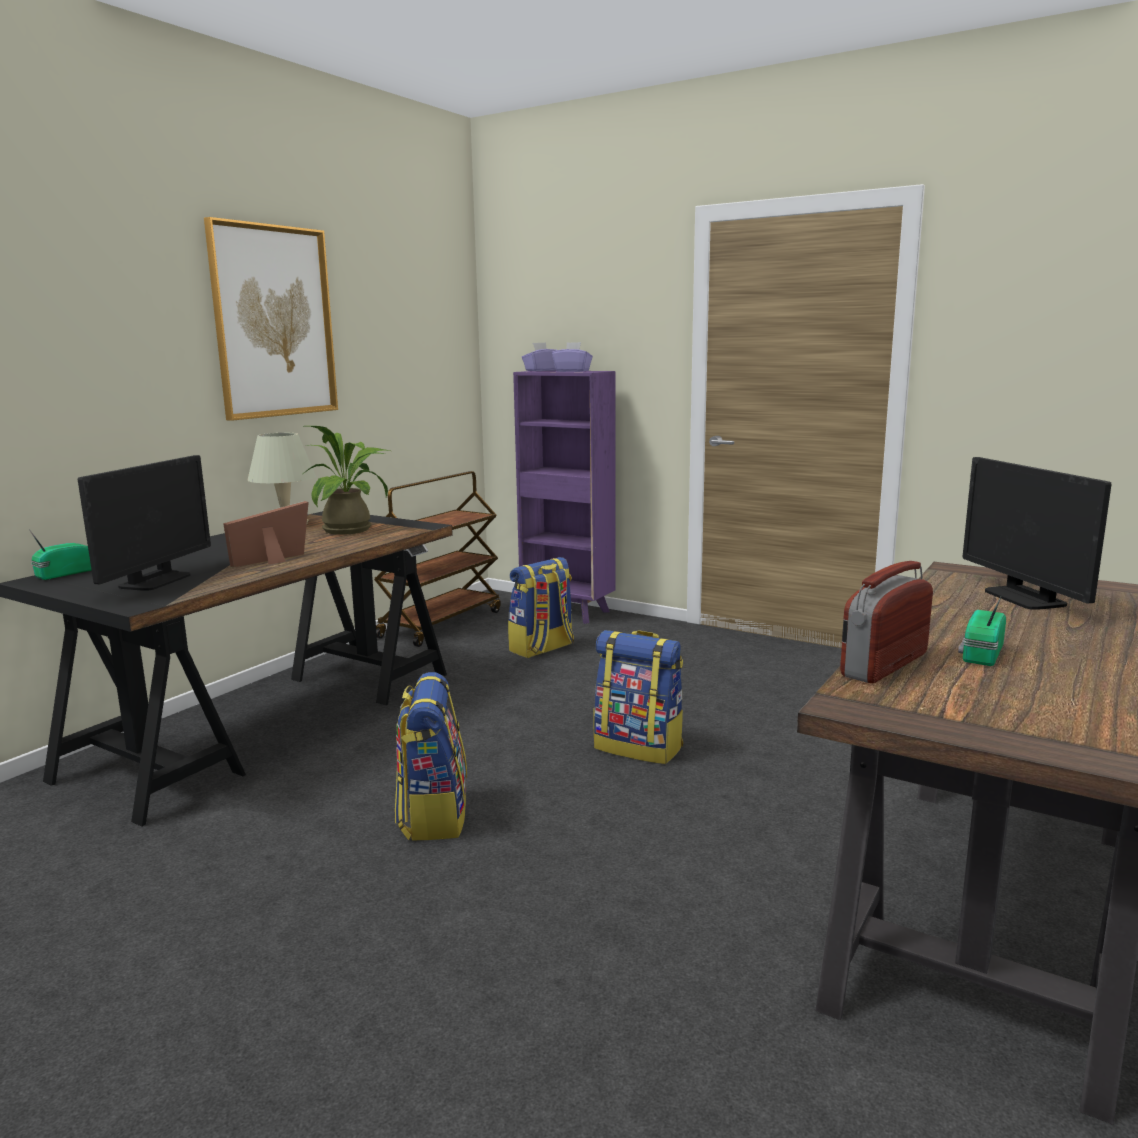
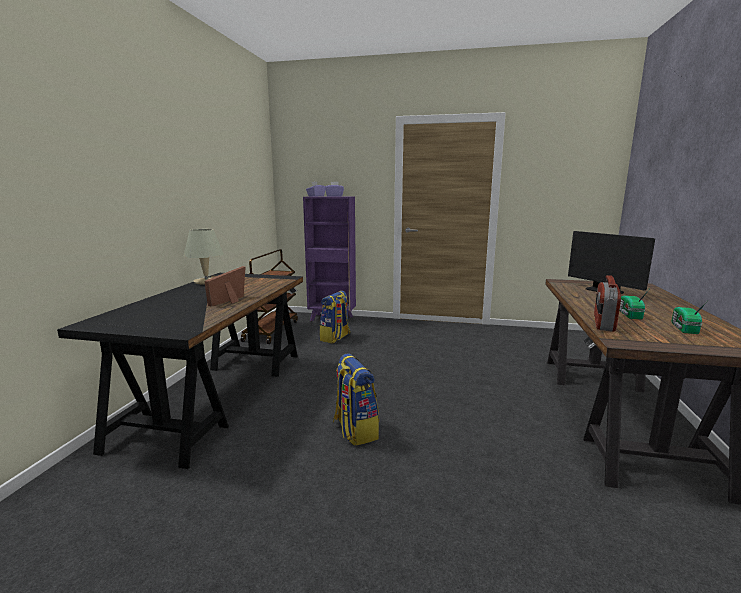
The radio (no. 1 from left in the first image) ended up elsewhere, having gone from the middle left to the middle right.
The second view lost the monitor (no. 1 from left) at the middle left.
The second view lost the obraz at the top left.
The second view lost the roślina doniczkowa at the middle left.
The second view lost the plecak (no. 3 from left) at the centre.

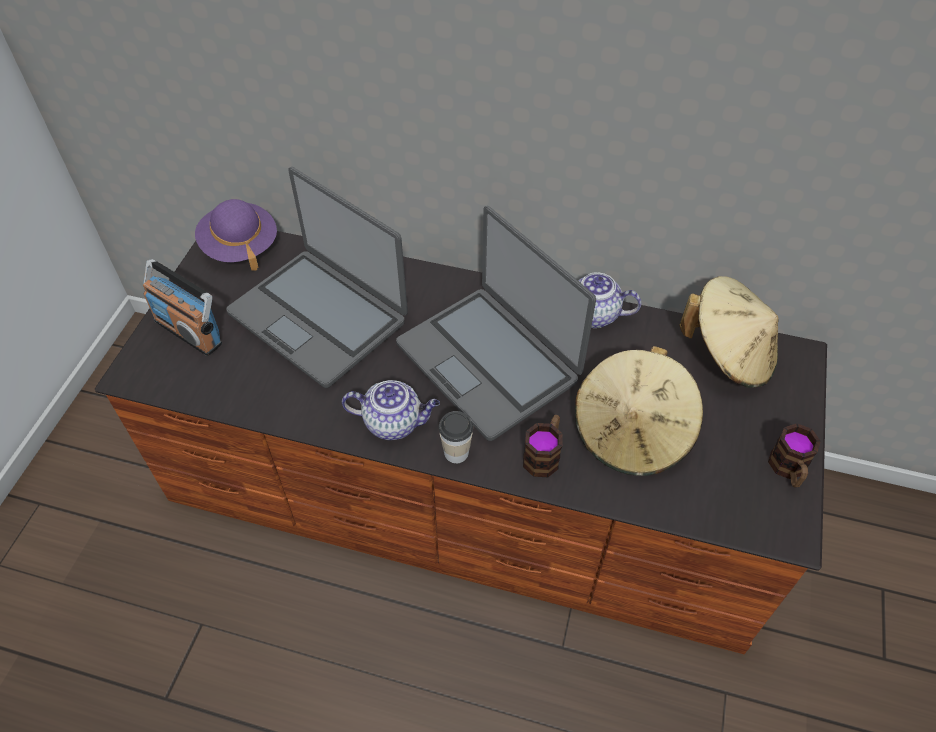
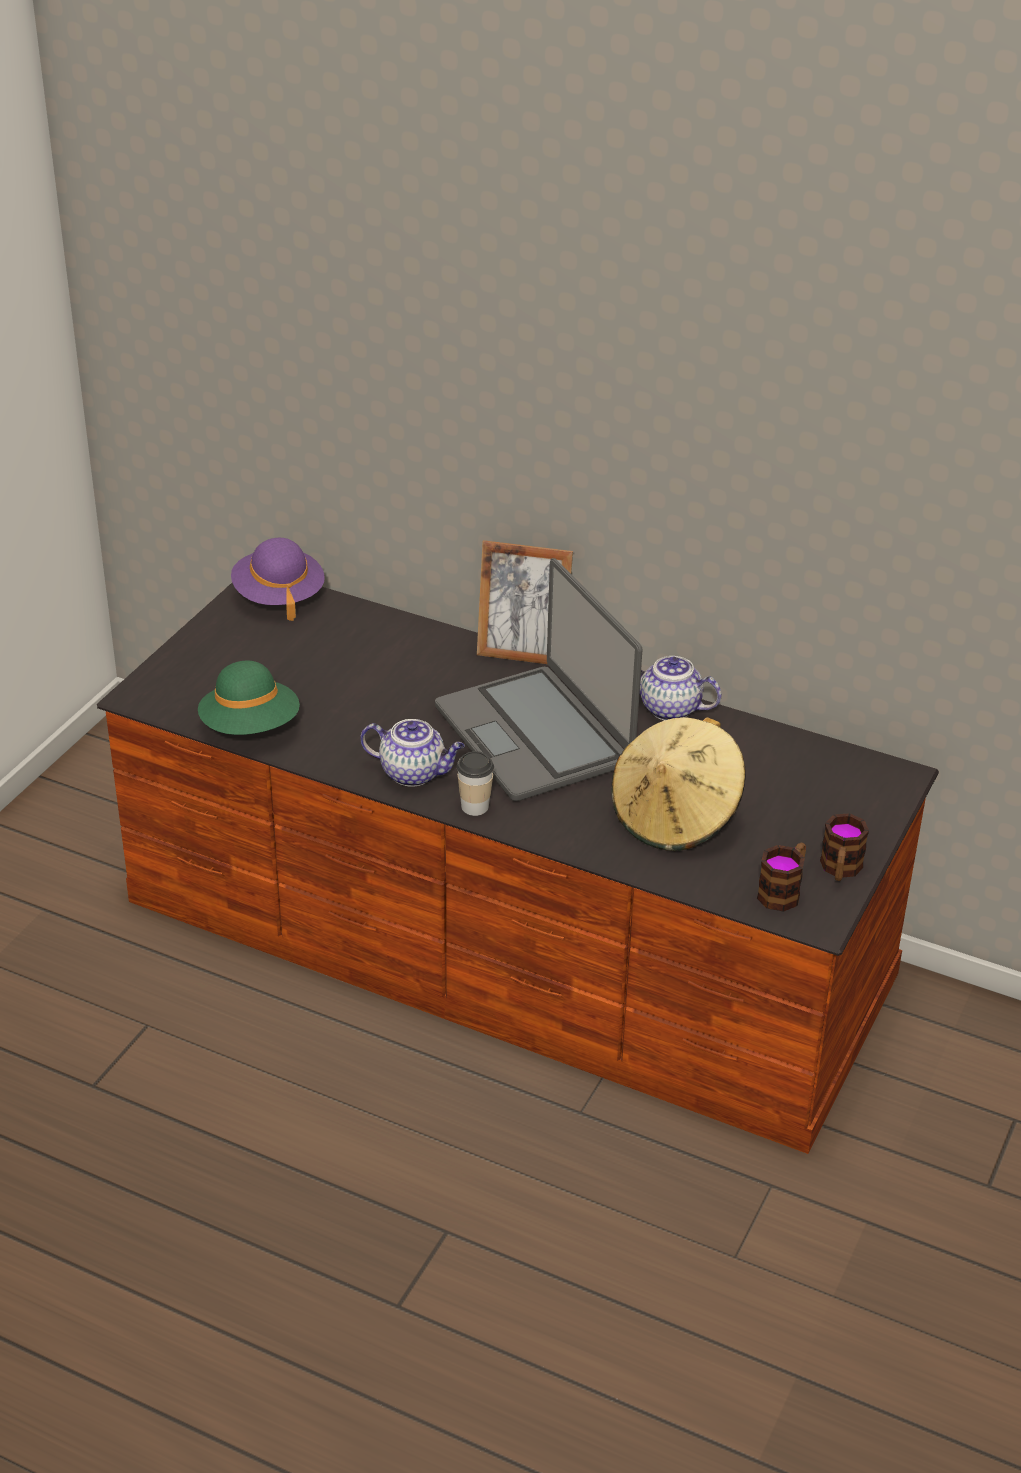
The second view lost the radio at the middle left.
The second view lost the laptop (no. 1 from left) at the centre.
The kubek (no. 1 from left) ended up elsewhere, having gone from the centre to the middle right.
The second view lost the kapelusz [beżowy] (no. 2 from left) at the middle right.
The second view gained the kapelusz [zielony] at the middle left.
The second view gained the ramka na zdjęcie at the centre.

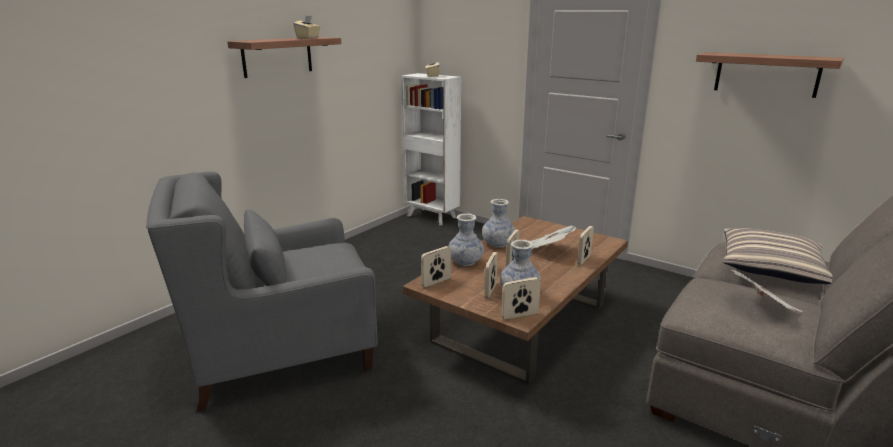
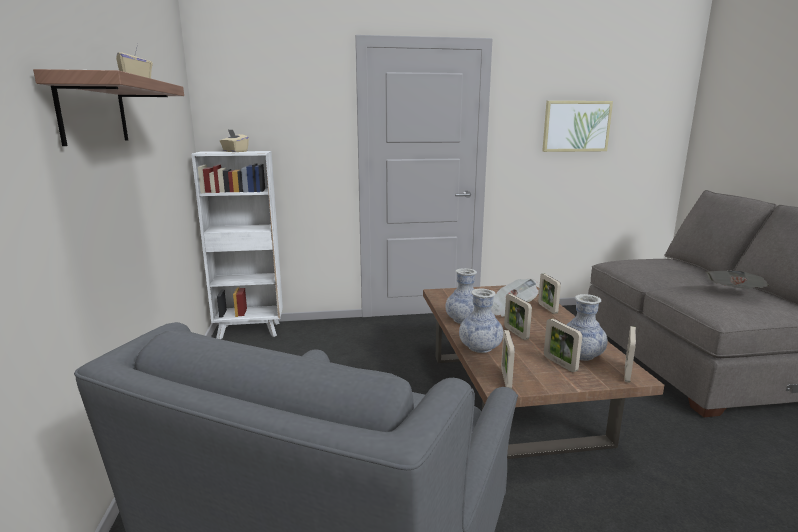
Where the półka (no. 2 from left) hung at the top right, the obraz came to hang at the top right.
The second view lost the poduszka at the middle right.

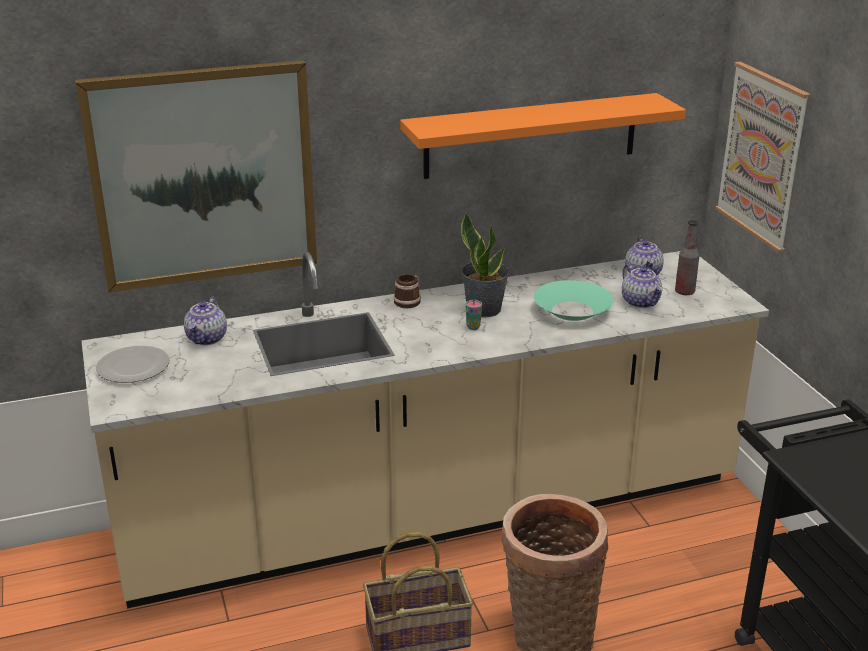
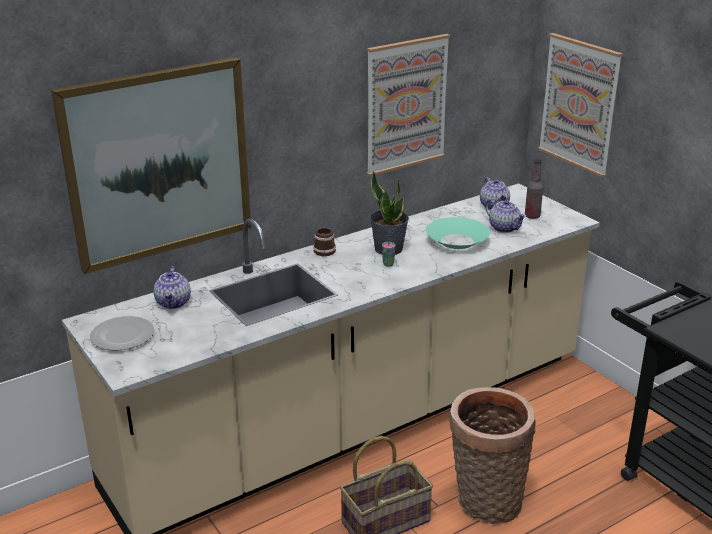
Where the półka [pomarańczowy] hung at the top centre, the obraz (no. 2 from left) came to hang at the top centre.

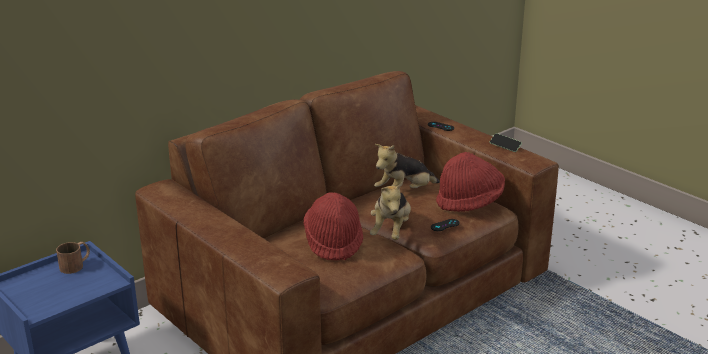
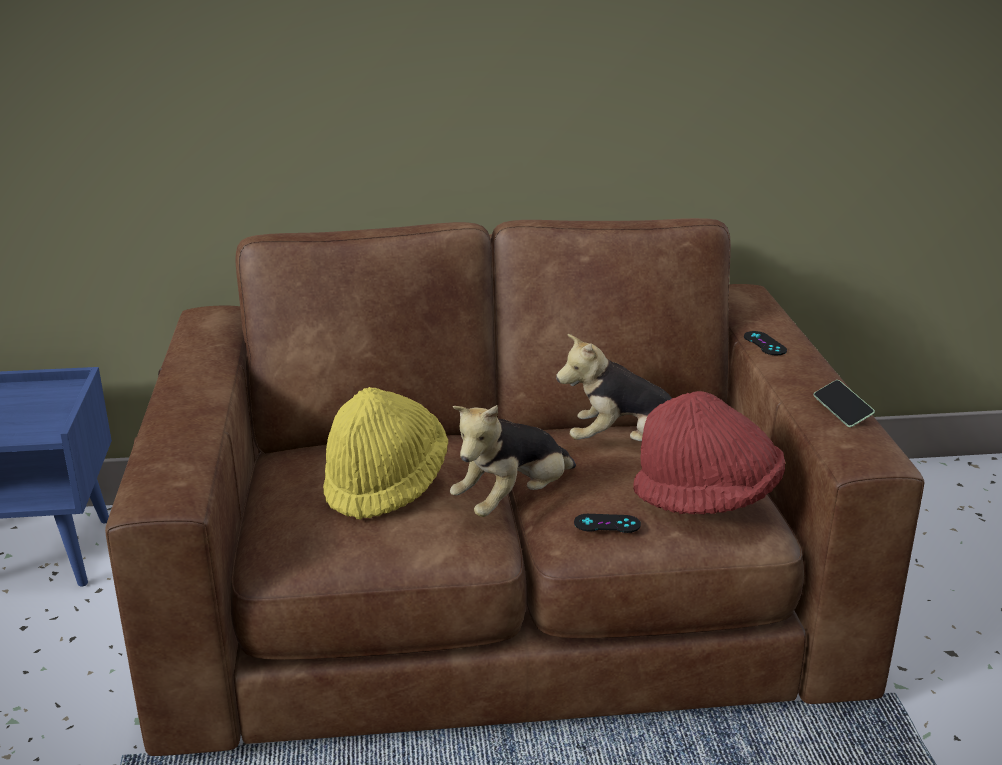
The second view lost the kubek [brązowy] at the bottom left.
What was the kapelusz [czerwony] (no. 1 from left) at the centre turned into the kapelusz [żółty] at the centre.

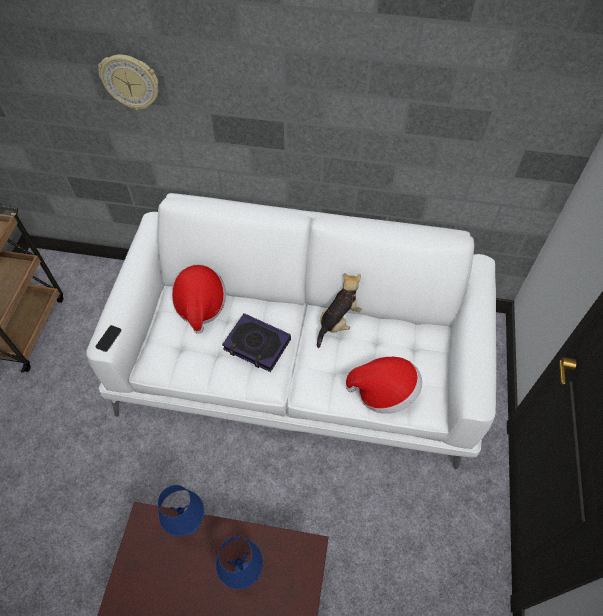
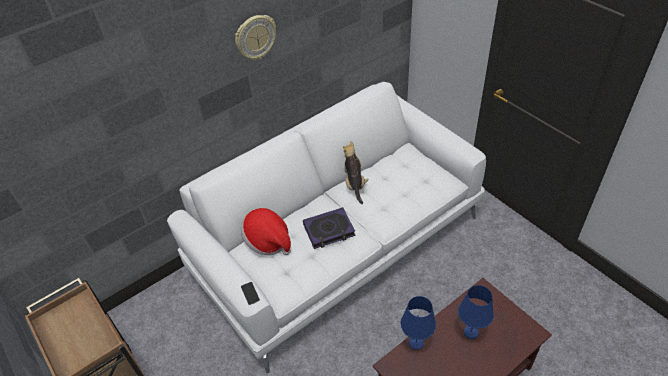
The zegar ścienny ended up elsewhere, having gone from the top left to the top centre.
The second view lost the kapelusz (no. 2 from left) at the centre.

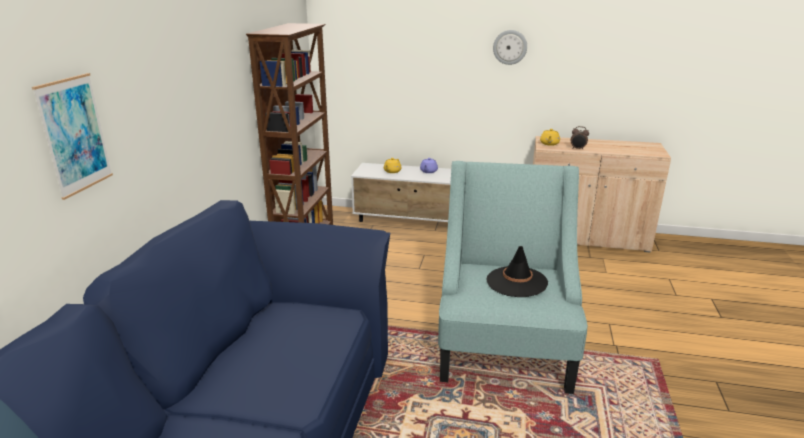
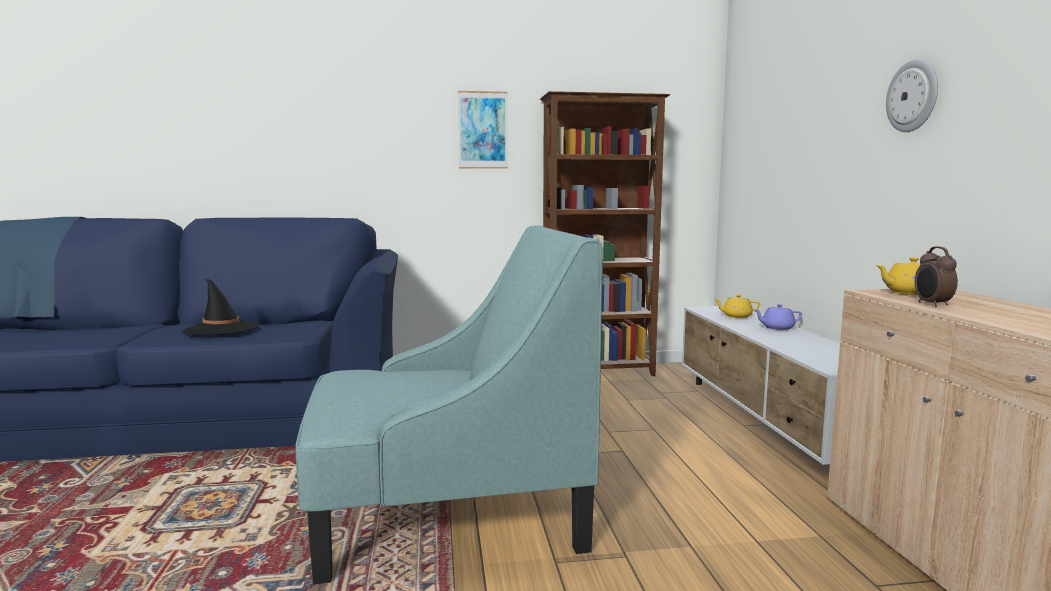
The obraz ended up elsewhere, having gone from the top left to the top centre.
The kapelusz [czarny] ended up elsewhere, having gone from the centre to the middle left.

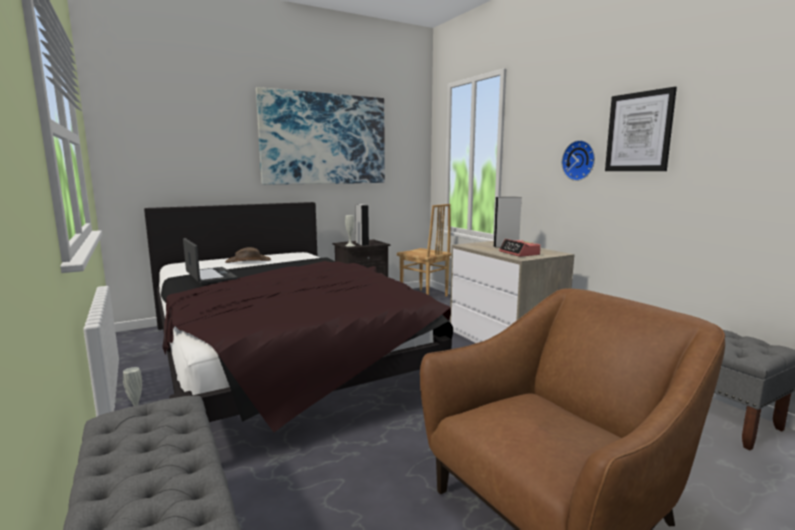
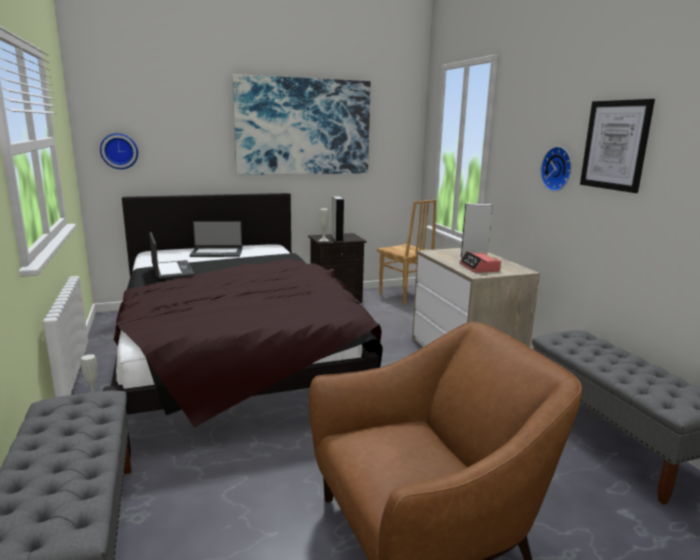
Where the kapelusz [brązowy] stood at the middle left, the laptop (no. 2 from left) came to stand at the middle left.
The second view gained the zegar ścienny (no. 1 from left) at the top left.

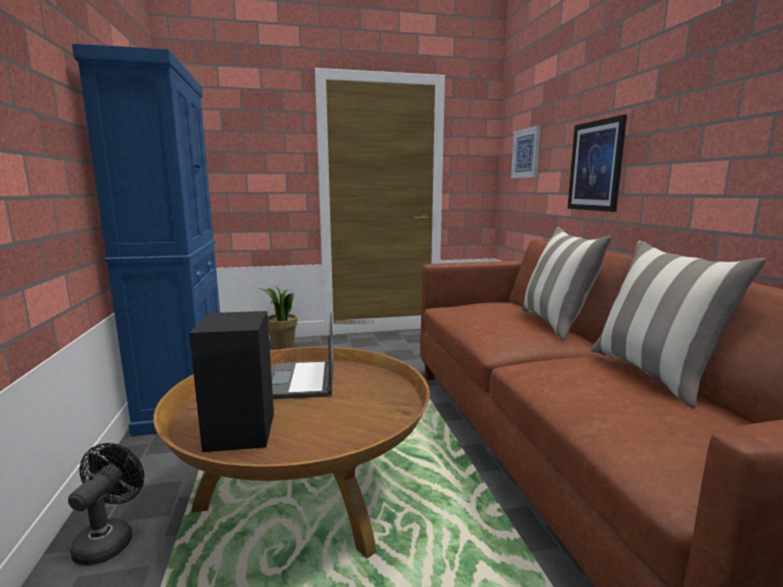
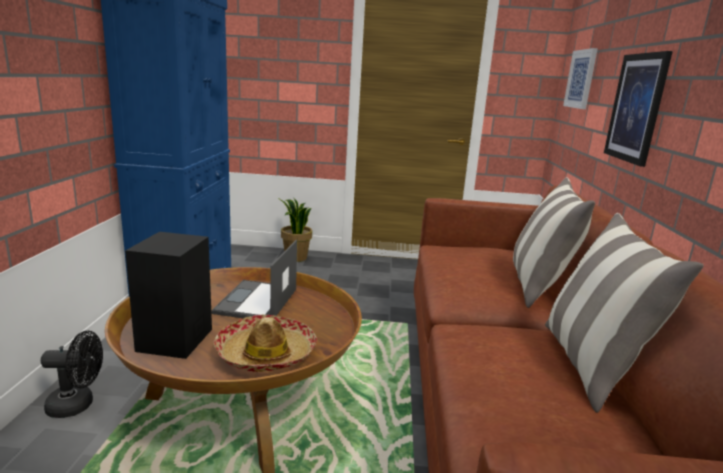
The wentylator [czarny] at the bottom left ended up facing another way, 60 degrees clockwise from before.
The second view gained the kapelusz at the bottom centre.

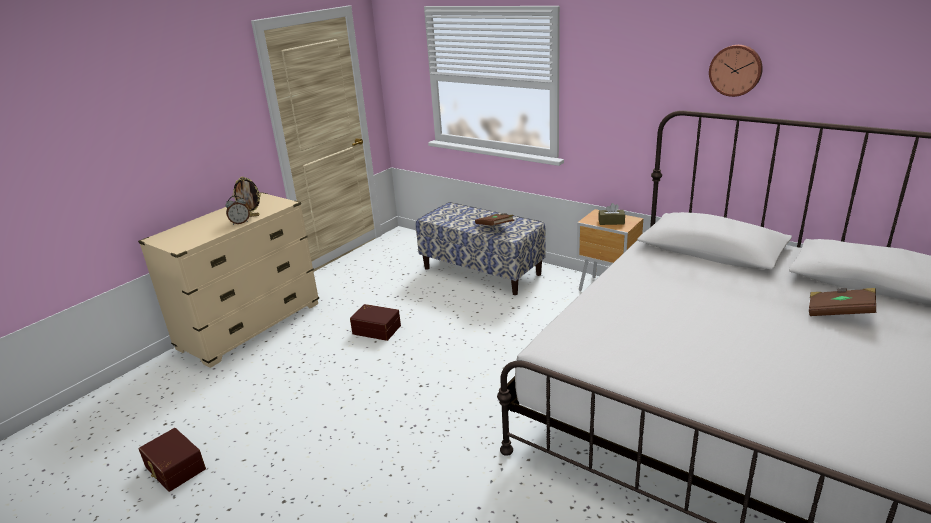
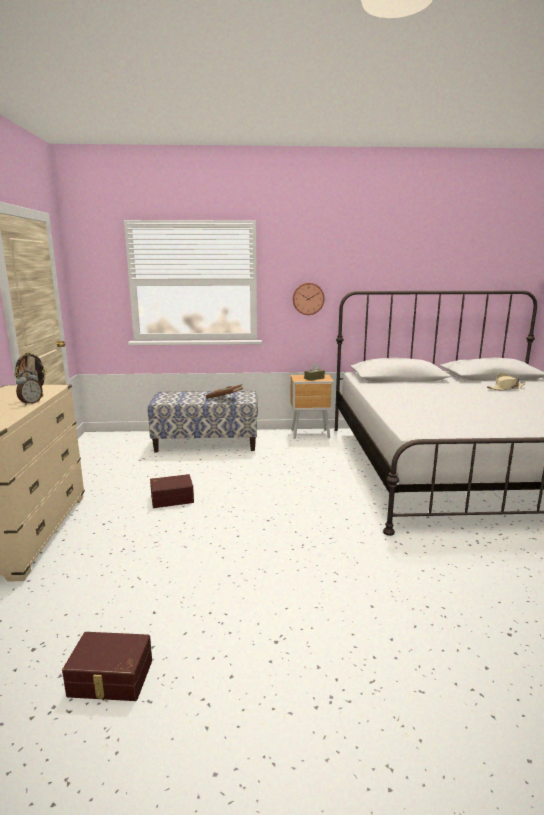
The zegar ścienny ended up elsewhere, having gone from the top right to the centre.
Where the książka [brązowy] (no. 2 from left) stood at the middle right, the kapelusz [beżowy] came to stand at the middle right.

